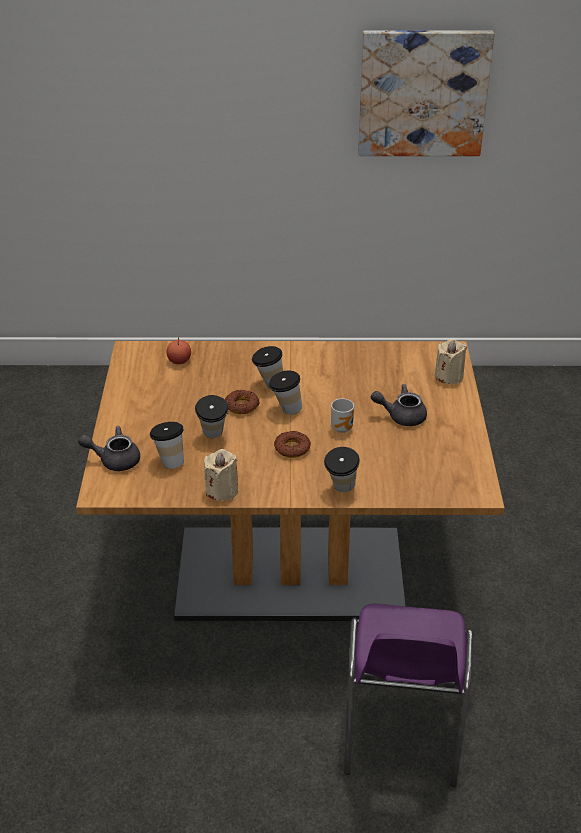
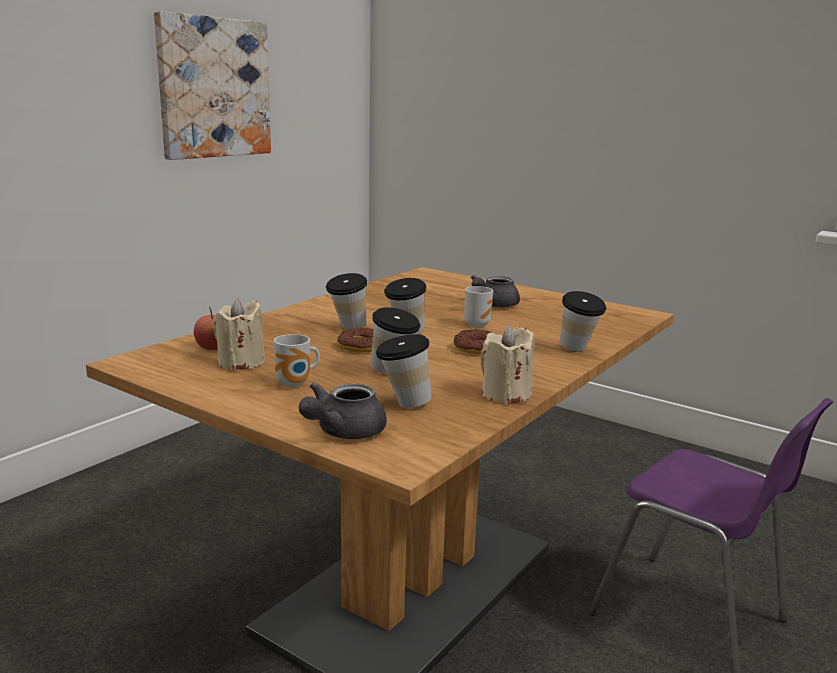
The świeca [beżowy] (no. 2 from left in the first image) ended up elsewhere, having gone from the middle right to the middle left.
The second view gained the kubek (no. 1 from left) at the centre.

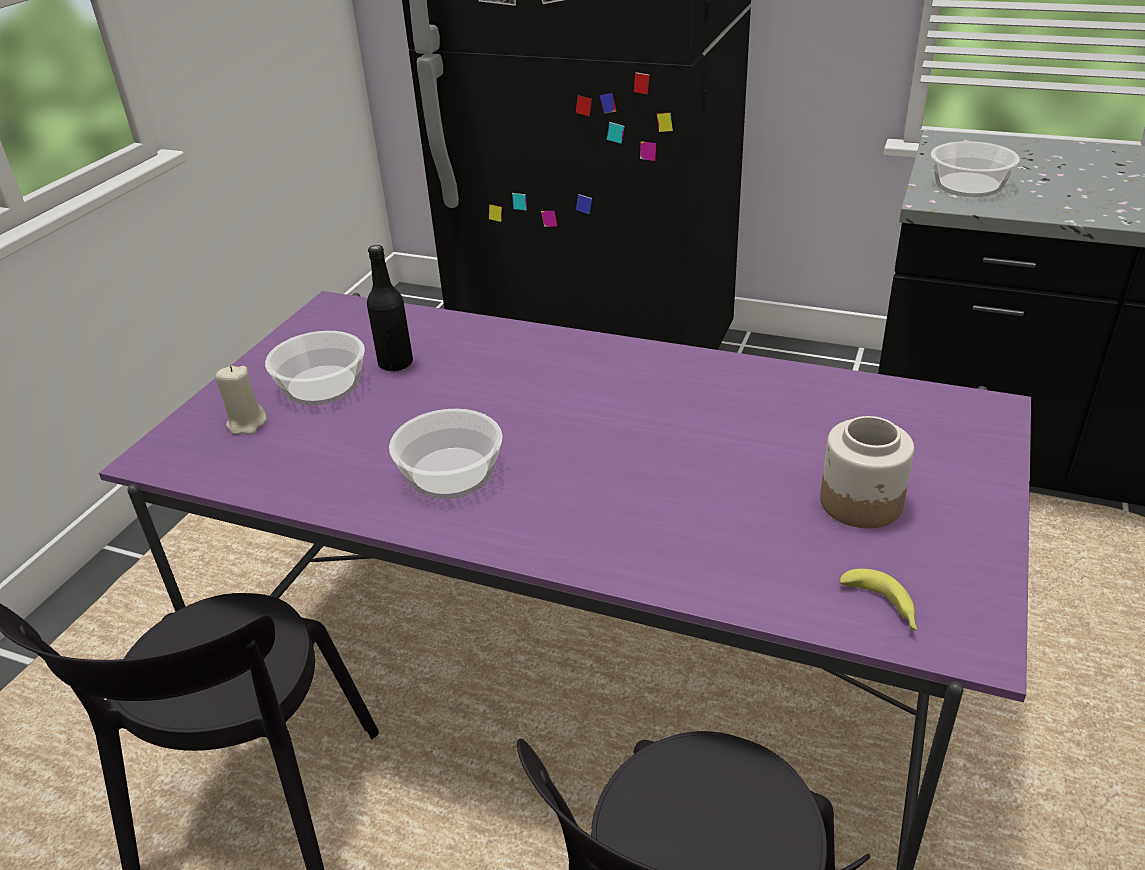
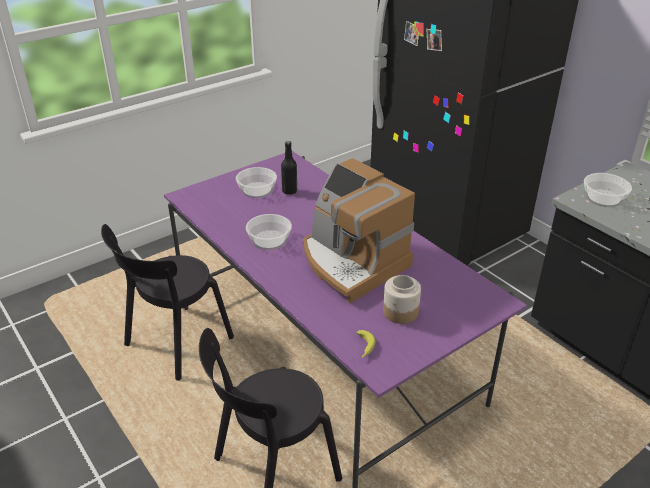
The second view lost the świeca [beżowy] at the middle left.
The second view gained the ekspres do kawy at the centre.

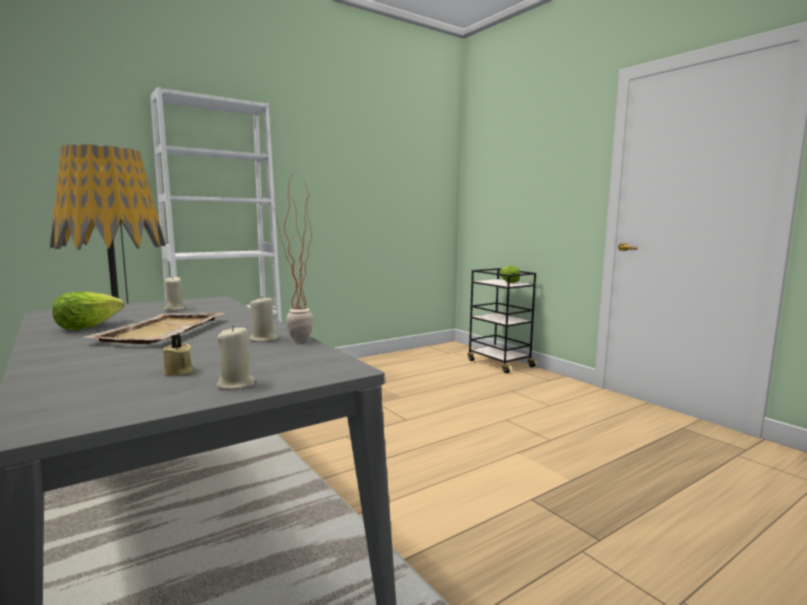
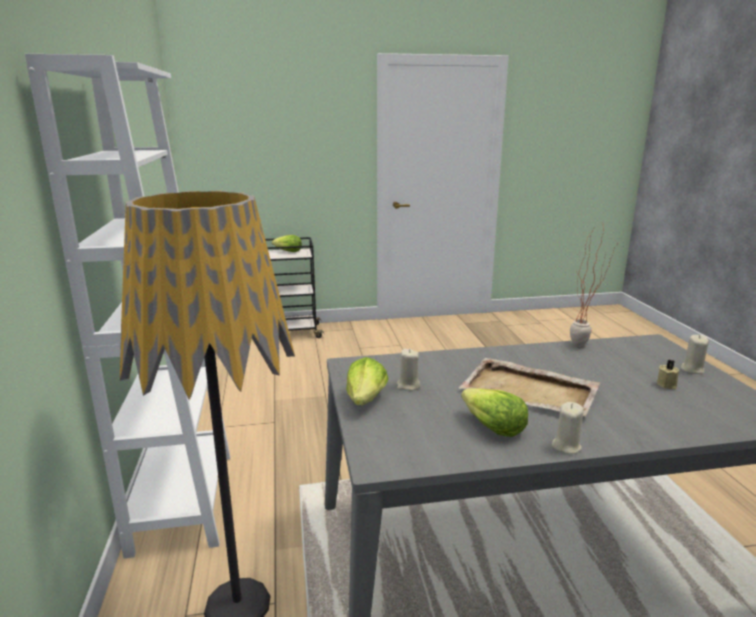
The świeca [beżowy] (no. 4 from left in the first image) ended up elsewhere, having gone from the middle left to the bottom right.
The second view gained the sałata (no. 2 from left) at the centre.

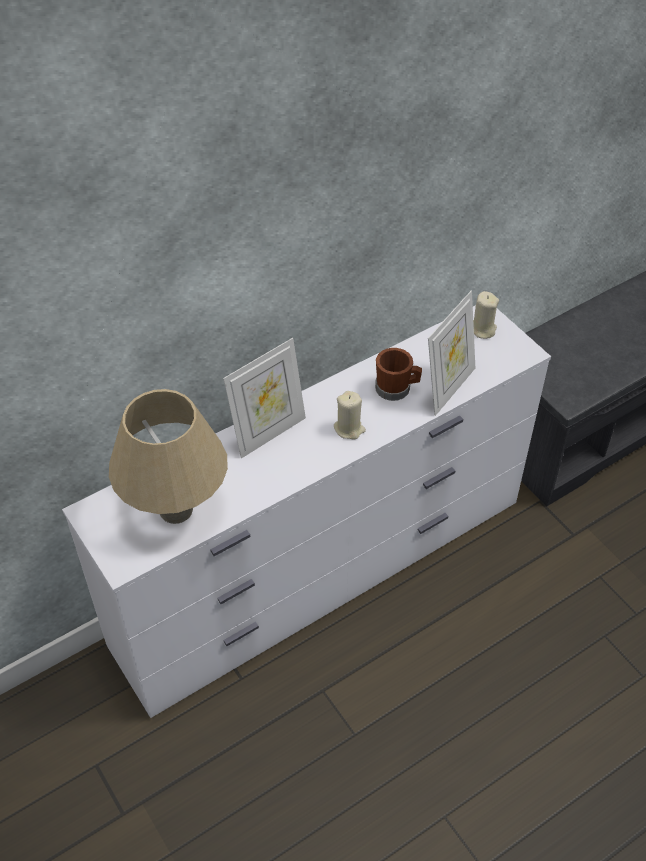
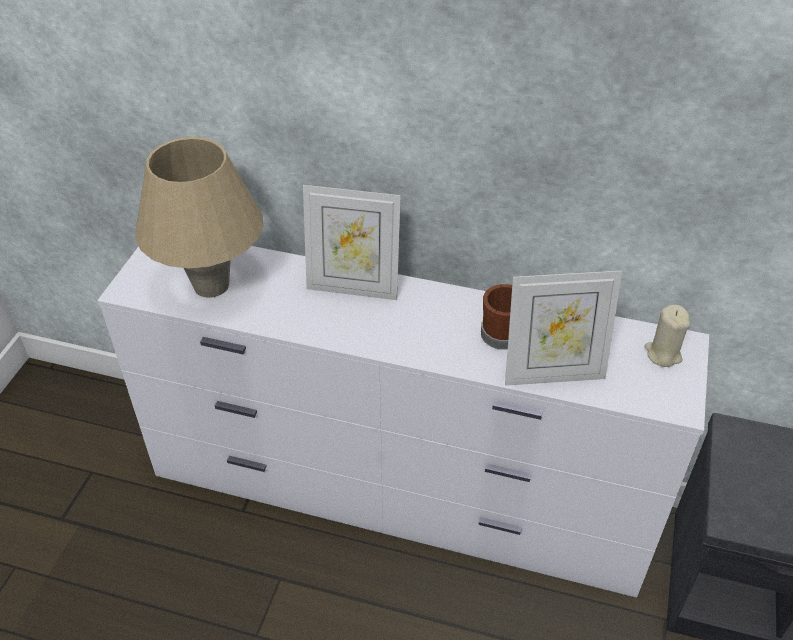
The second view lost the świeca [beżowy] (no. 1 from left) at the centre.

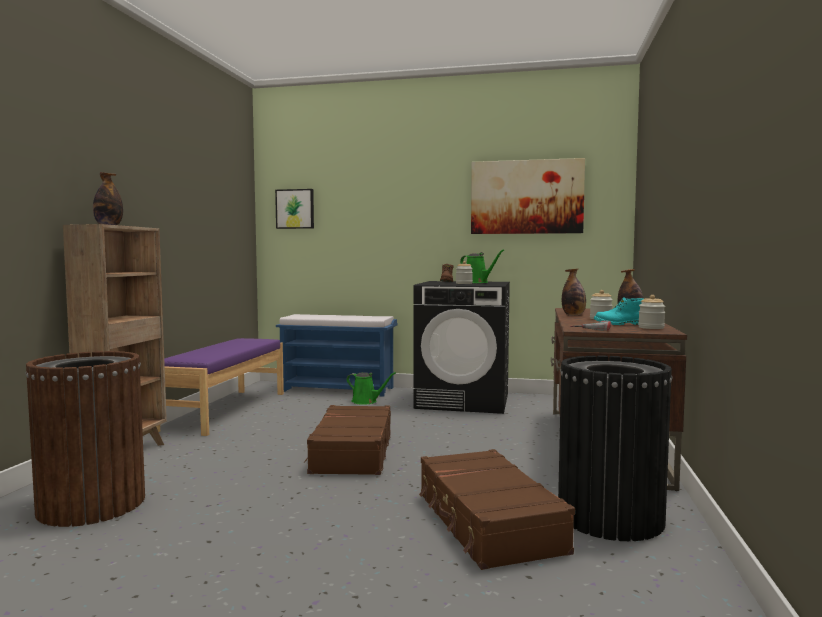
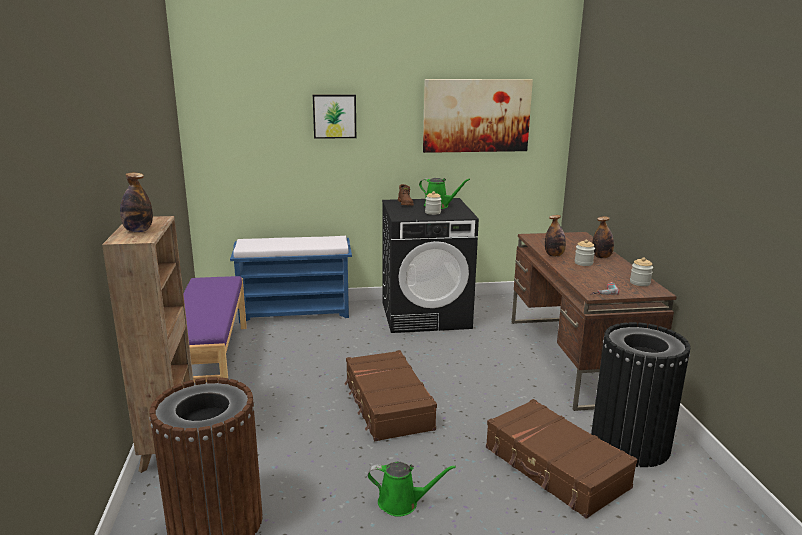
The obraz (no. 1 from left) ended up elsewhere, having gone from the centre to the top centre.
The konewka [zielony] (no. 1 from left) ended up elsewhere, having gone from the centre to the bottom centre.
The second view lost the but z cholewką [turkusowy] at the middle right.

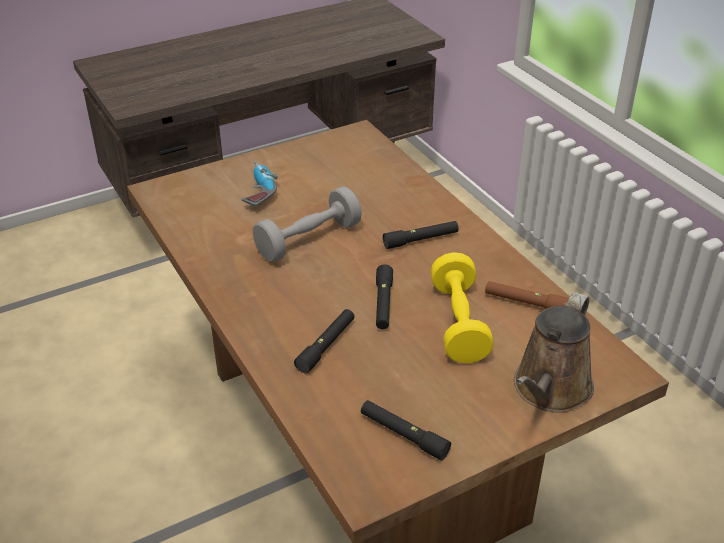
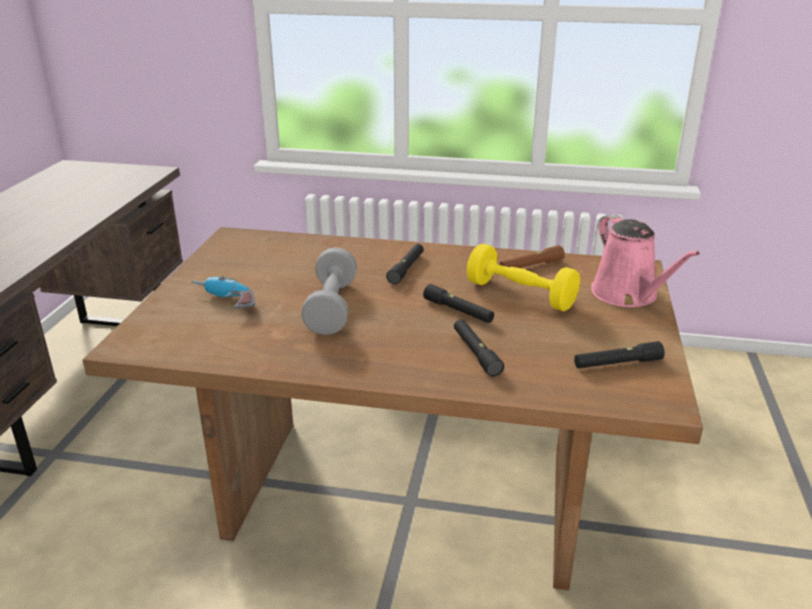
What was the konewka [brązowy] at the middle right turned into the konewka [różowy] at the middle right.

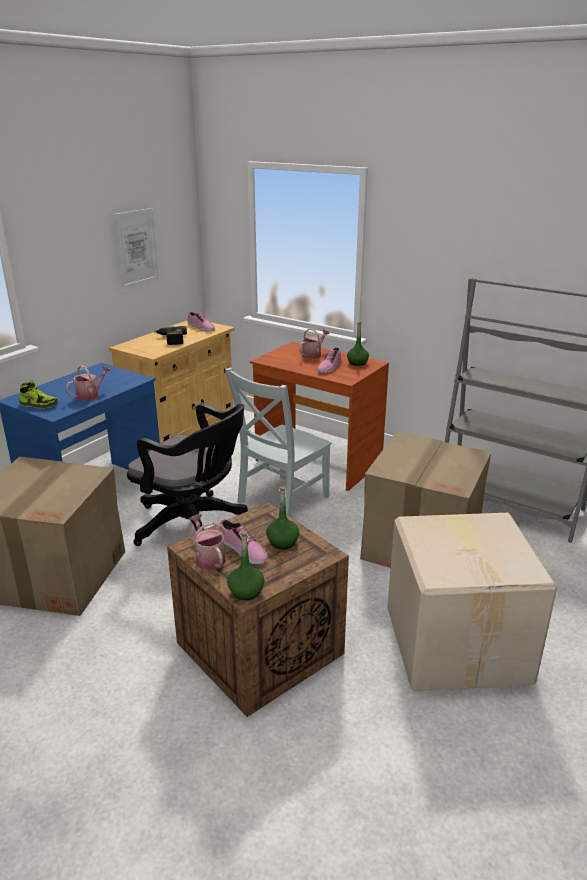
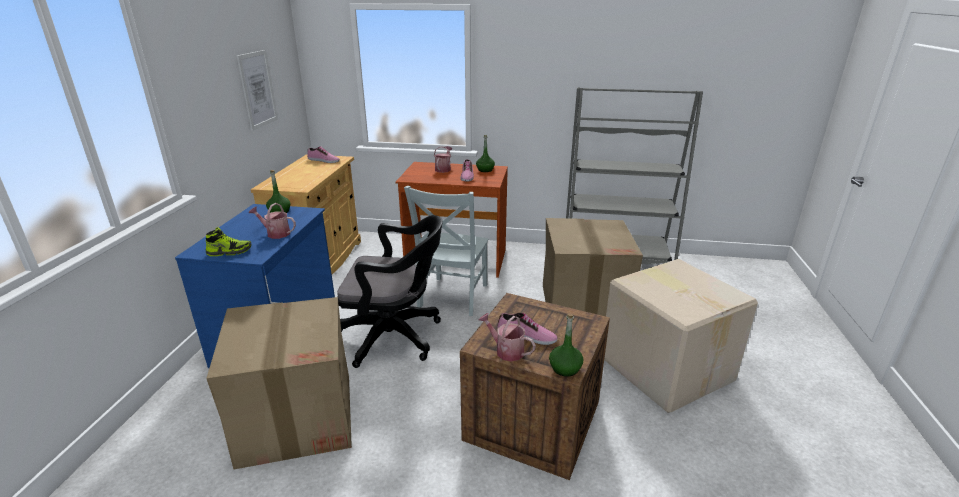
The konewka (no. 1 from left) at the middle left ended up facing another way, 90 degrees counterclockwise from before.
The second view lost the wiertarka at the middle left.
The butelka [zielony] (no. 2 from left in the first image) ended up elsewhere, having gone from the centre to the middle left.

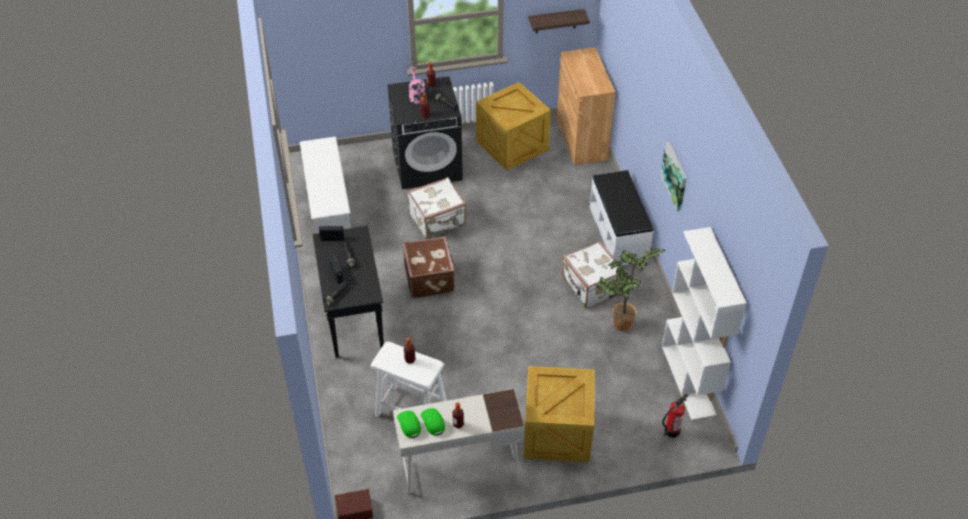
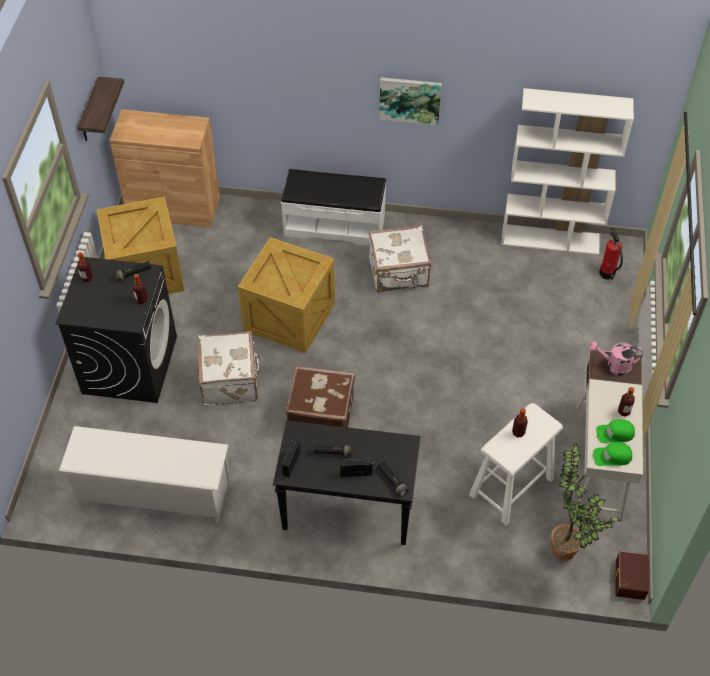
The konewka [różowy] ended up elsewhere, having gone from the top centre to the middle right.
The skrzynka (no. 2 from left) ended up elsewhere, having gone from the bottom centre to the centre.
The roślina doniczkowa ended up elsewhere, having gone from the centre to the bottom right.

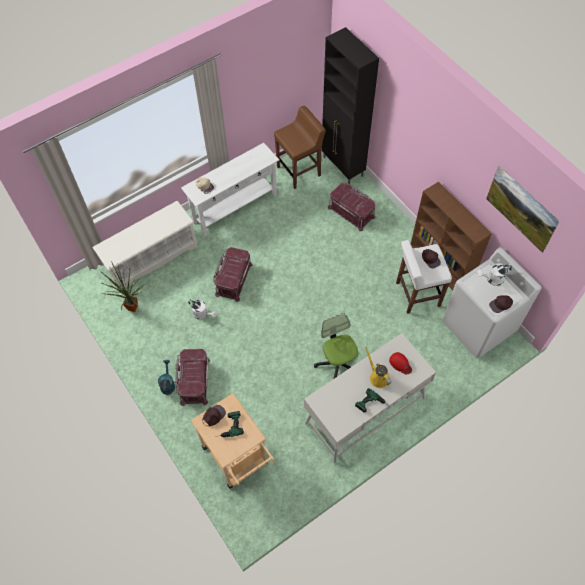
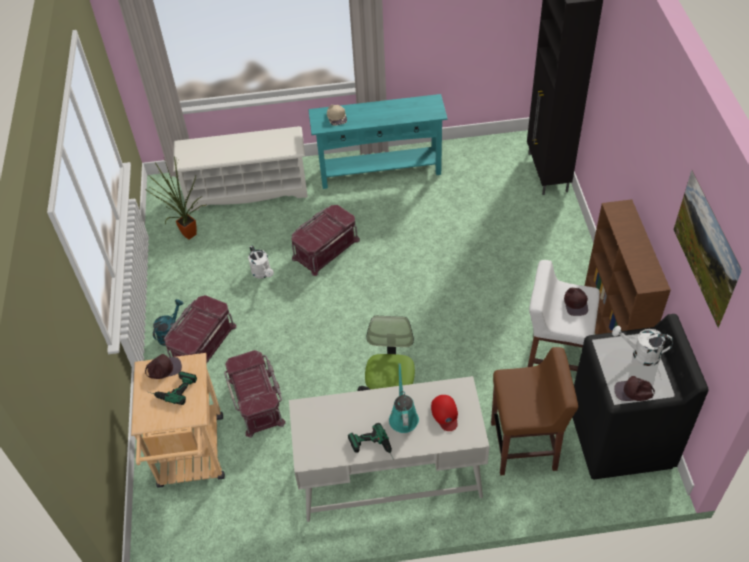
What was the stolik konsolowy [biały] at the top centre turned into the stolik konsolowy [turkusowy] at the top centre.
The stołek [brązowy] ended up elsewhere, having gone from the top centre to the bottom right.
The pojemnik do przechowywania [czerwony] (no. 3 from left in the first image) ended up elsewhere, having gone from the centre to the bottom centre.
What was the konewka [żółty] at the centre turned into the konewka [turkusowy] (no. 2 from left) at the bottom centre.
What was the pralka [biały] at the middle right turned into the pralka [czarny] at the bottom right.

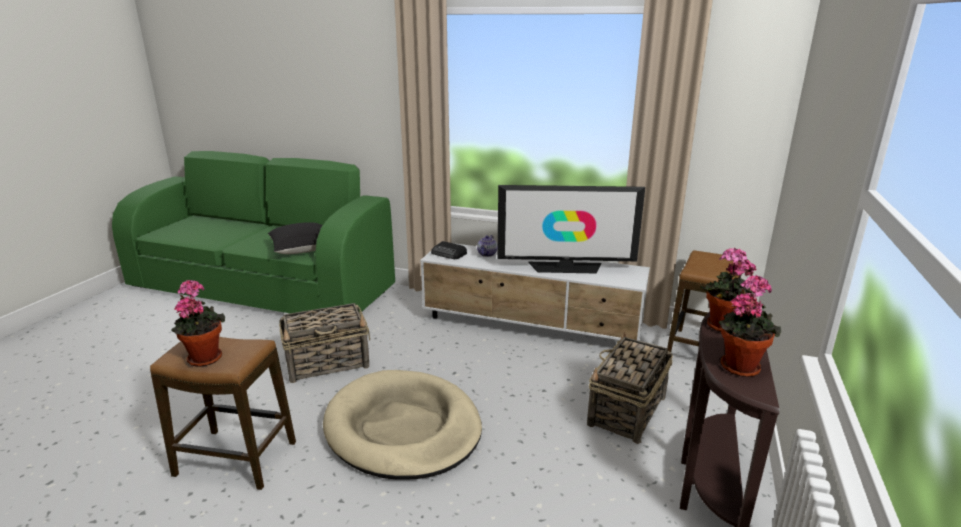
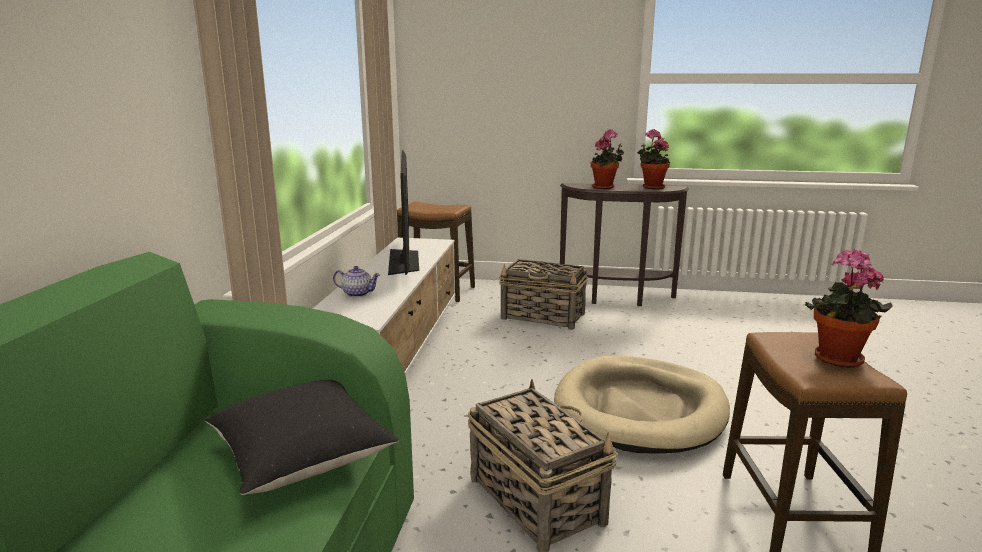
The second view lost the radio at the centre.

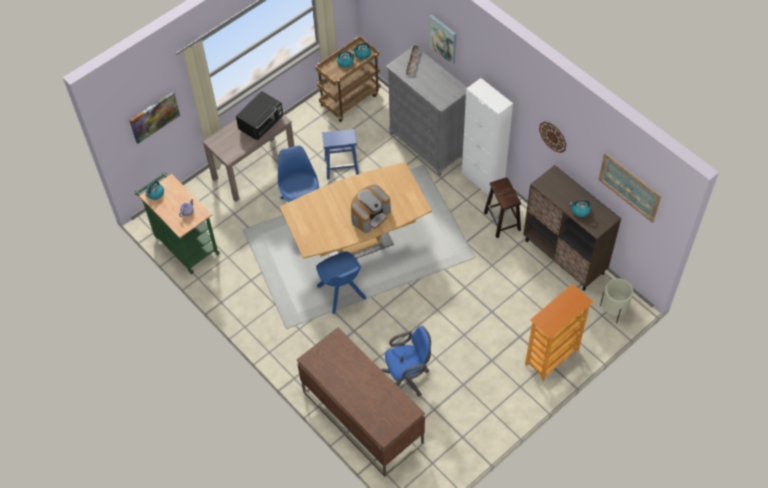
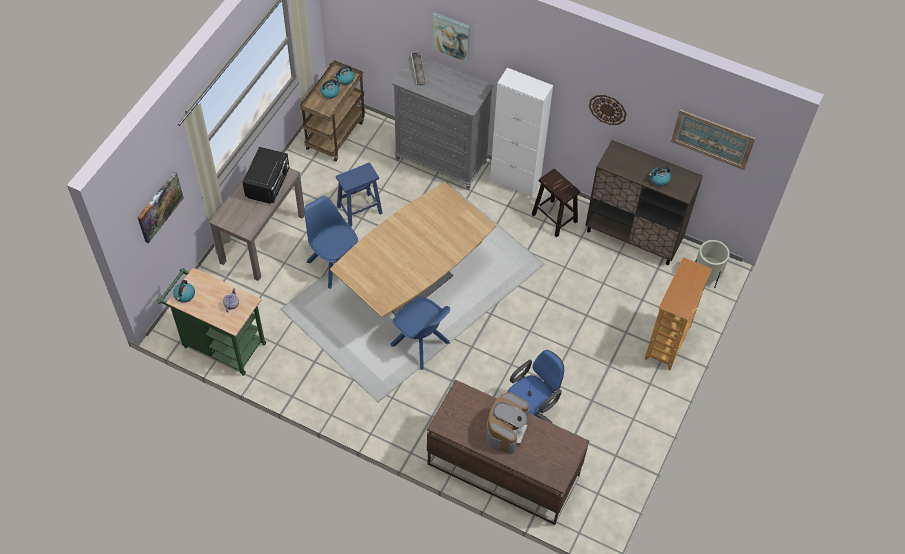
The ekspres do kawy ended up elsewhere, having gone from the centre to the bottom centre.

